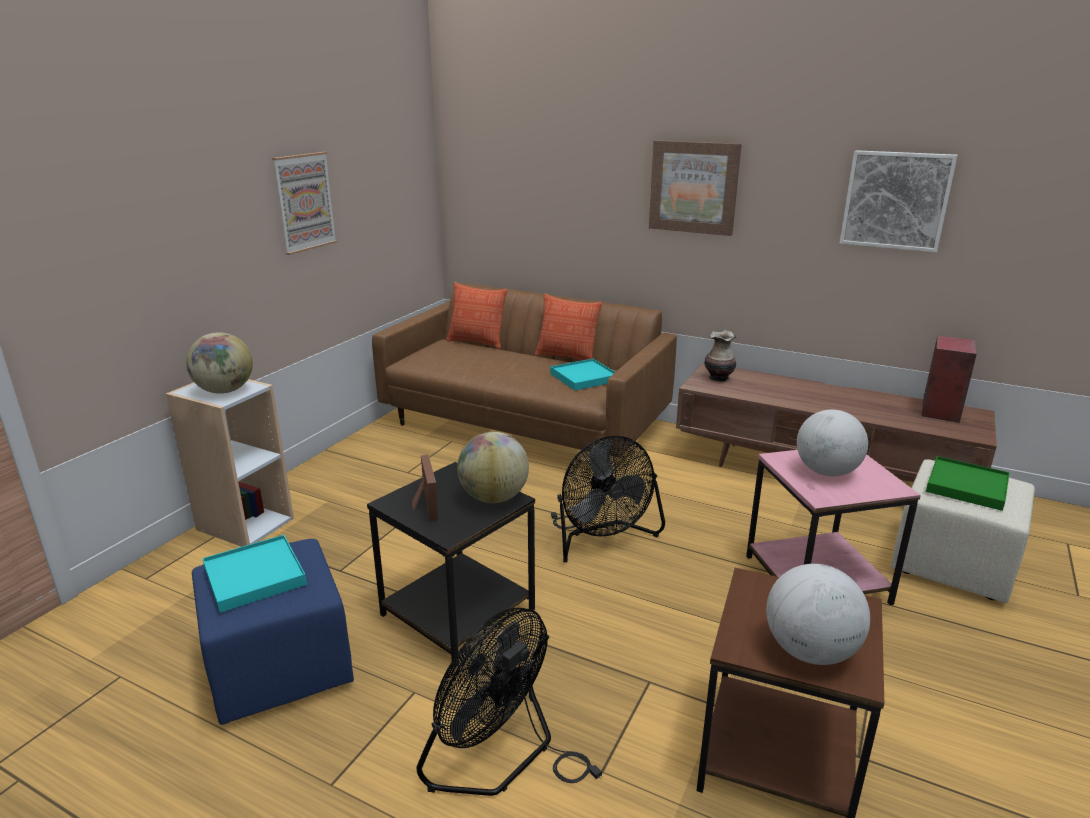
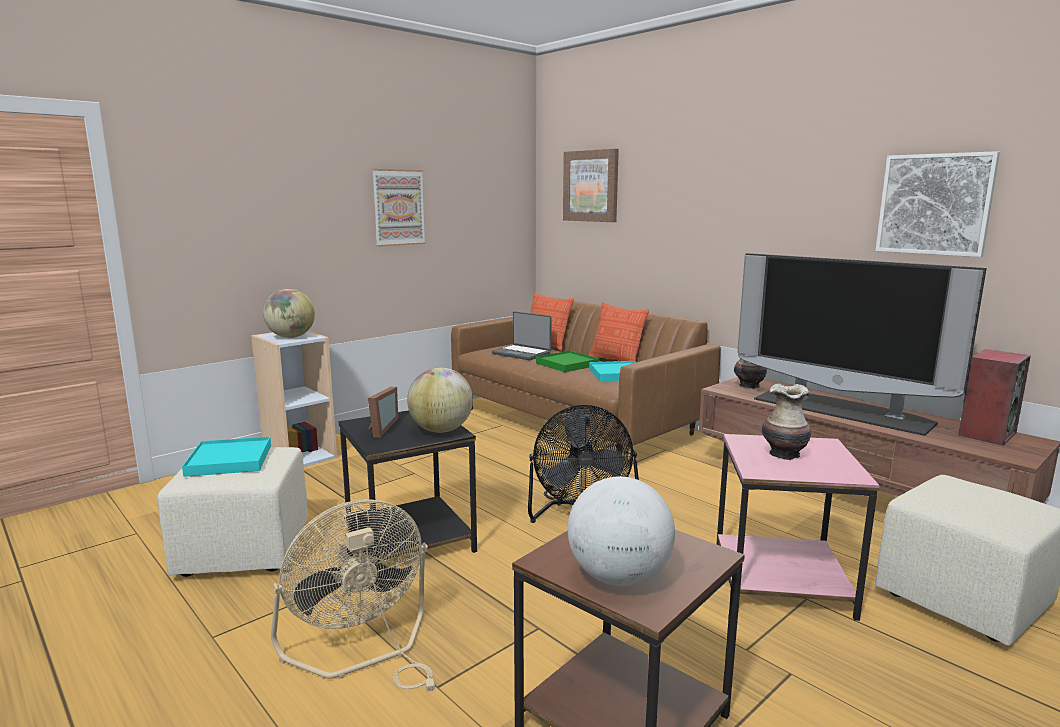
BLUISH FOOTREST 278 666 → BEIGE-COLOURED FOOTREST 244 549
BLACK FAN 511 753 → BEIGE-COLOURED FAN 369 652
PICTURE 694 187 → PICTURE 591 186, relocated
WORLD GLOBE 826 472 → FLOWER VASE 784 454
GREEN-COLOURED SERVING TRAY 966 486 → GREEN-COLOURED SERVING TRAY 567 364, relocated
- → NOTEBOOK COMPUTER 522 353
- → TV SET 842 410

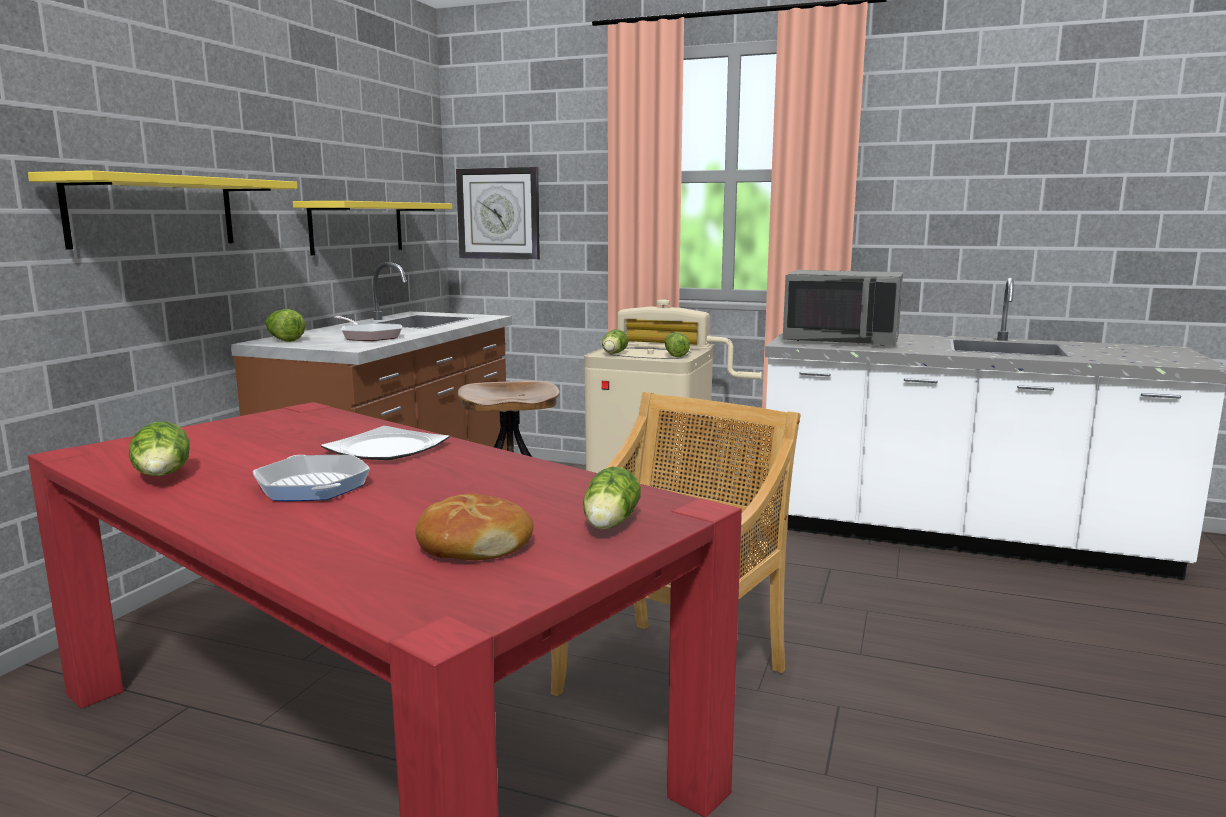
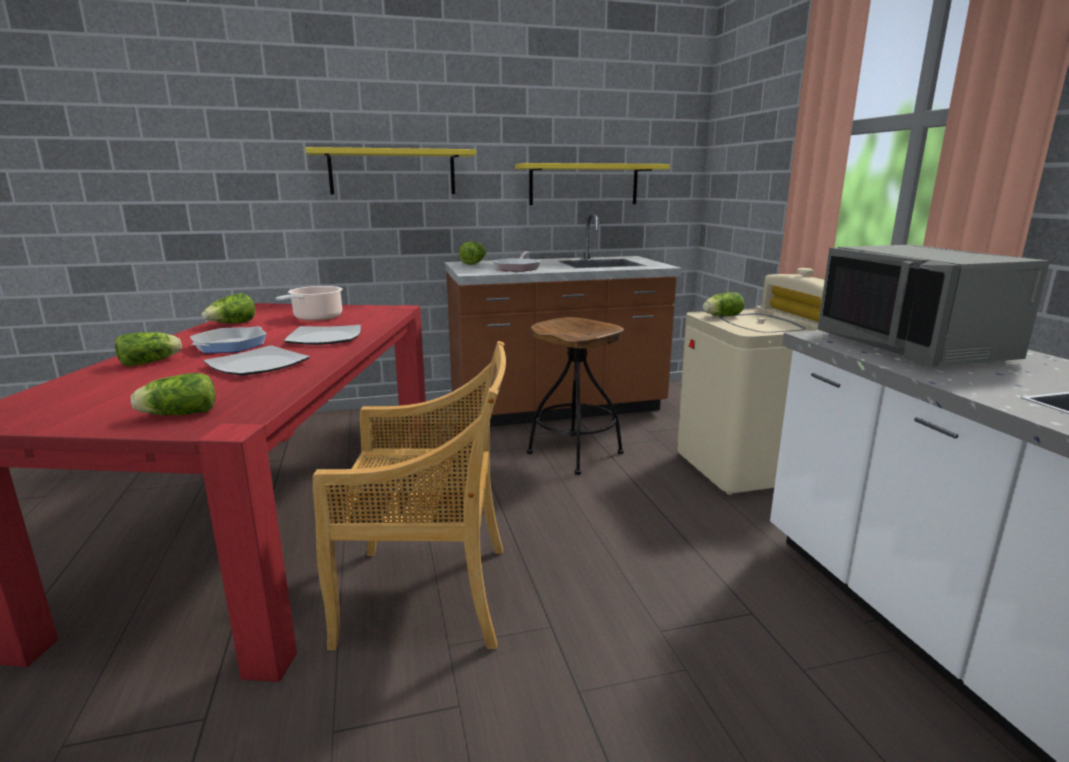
BREAD 473 545 → -
WALL CLOCK 499 213 → -
LETTUCE 675 354 → LETTUCE 152 362, relocated
- → FLAT DISH 259 365
- → COOKING POT 316 318

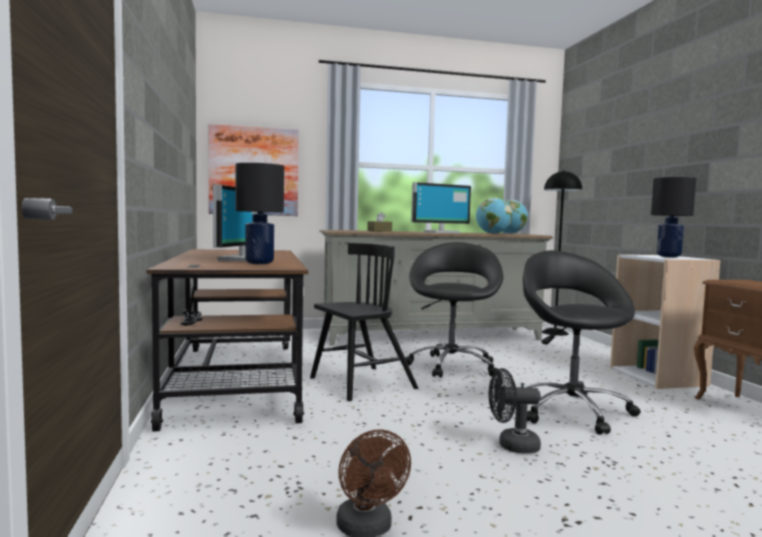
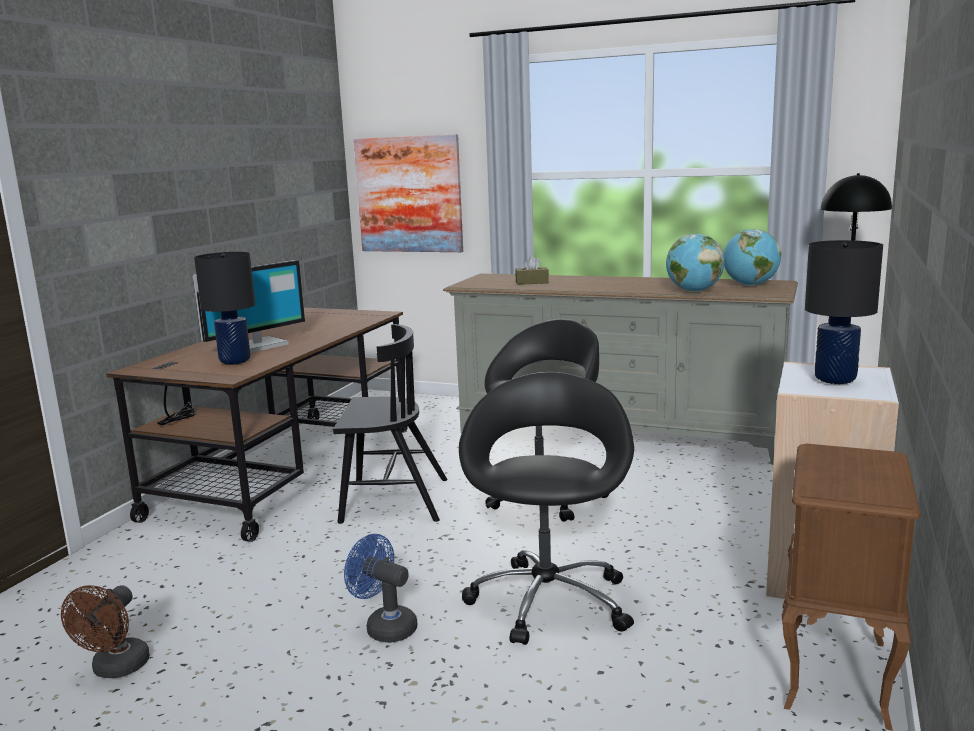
COMPUTER SCREEN 440 232 → -
BLACK FAN 512 446 → BLUISH FAN 385 627

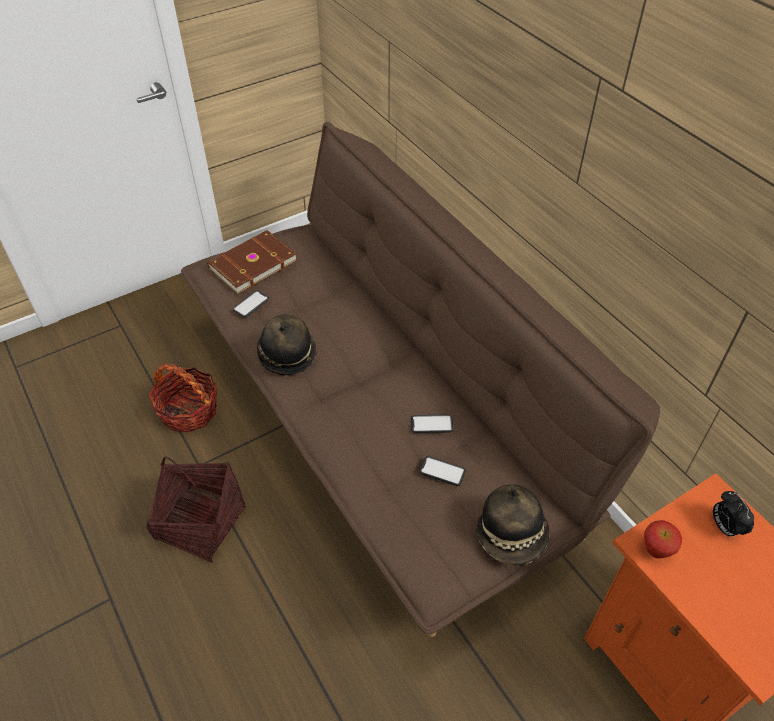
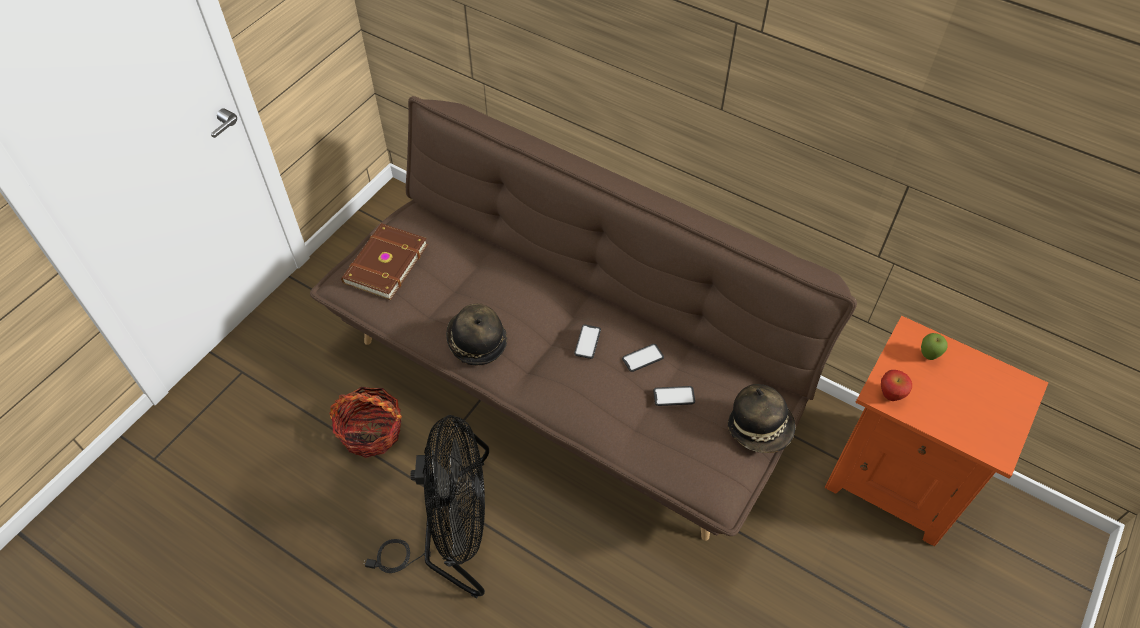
STORAGE BASKET 200 523 → BLACK FAN 449 532
PHONE 251 304 → PHONE 587 342, relocated
TABLE CLOCK 724 527 → WHOLE APPLE 927 356

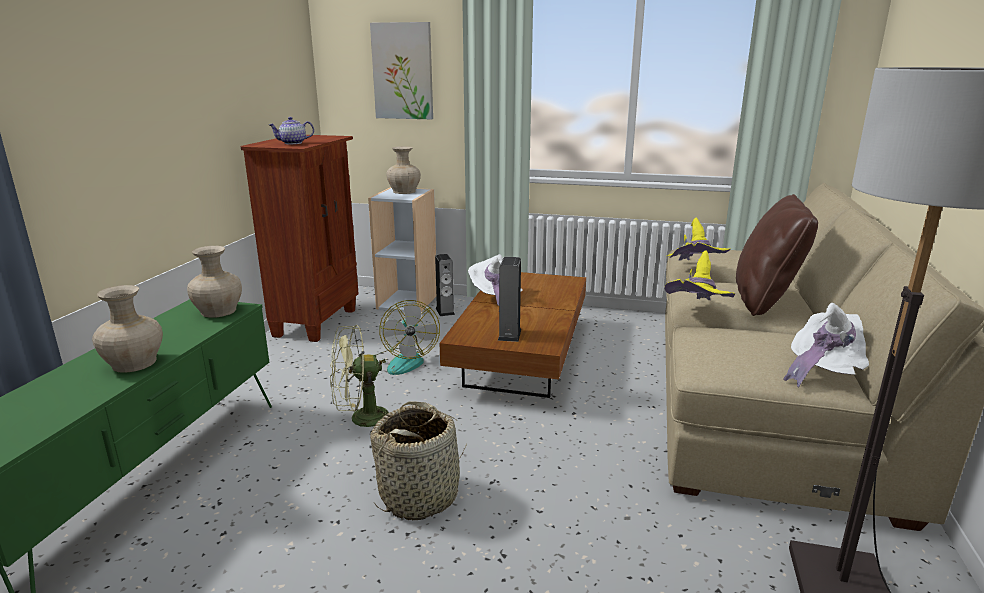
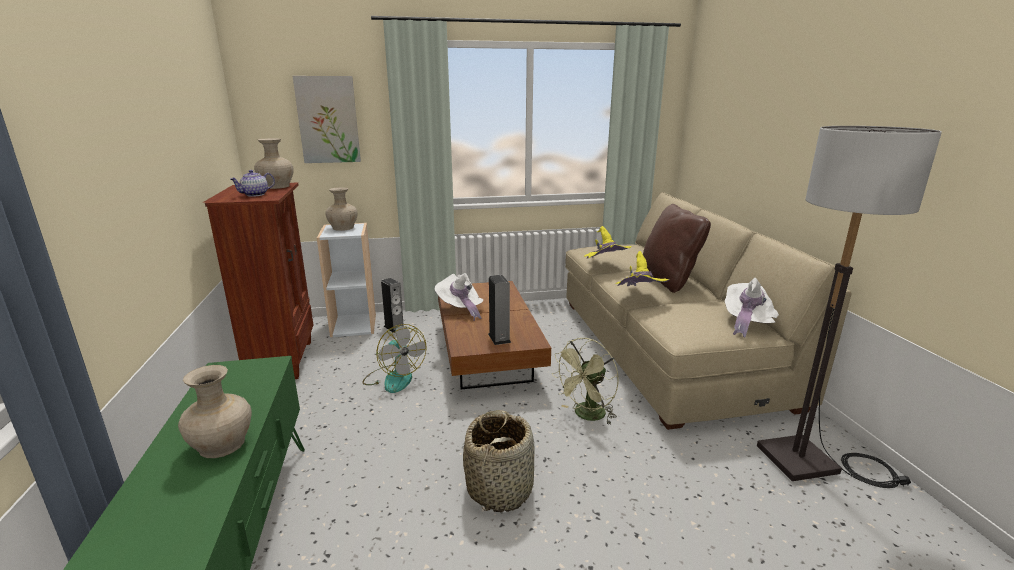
BEIGE-COLOURED FLOWER VASE 218 311 → BEIGE-COLOURED FLOWER VASE 276 186, relocated
GREEN-COLOURED FAN 361 420 → GREEN-COLOURED FAN 586 416, relocated

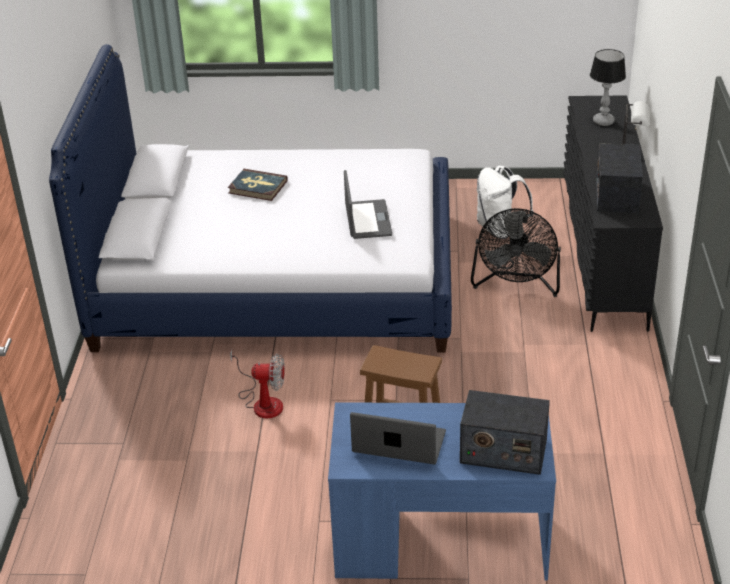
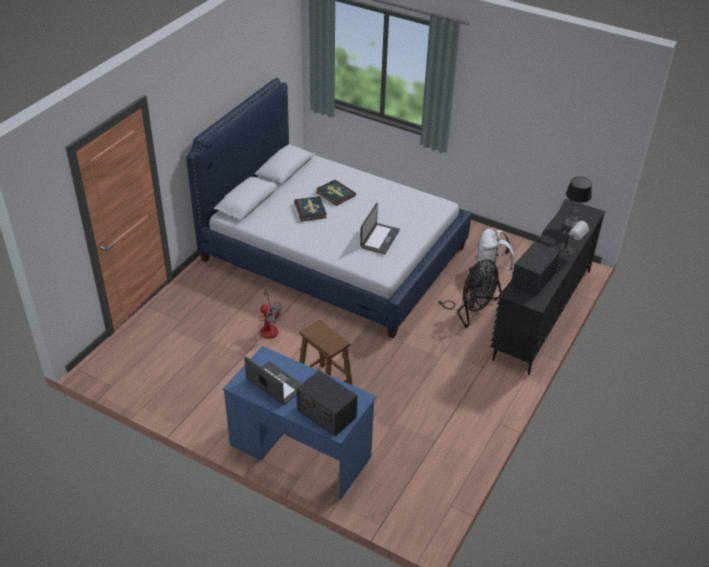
BLACK FAN 513 282 → BLACK FAN 470 309, 90 degrees counterclockwise
- → BOUND BOOK 310 210

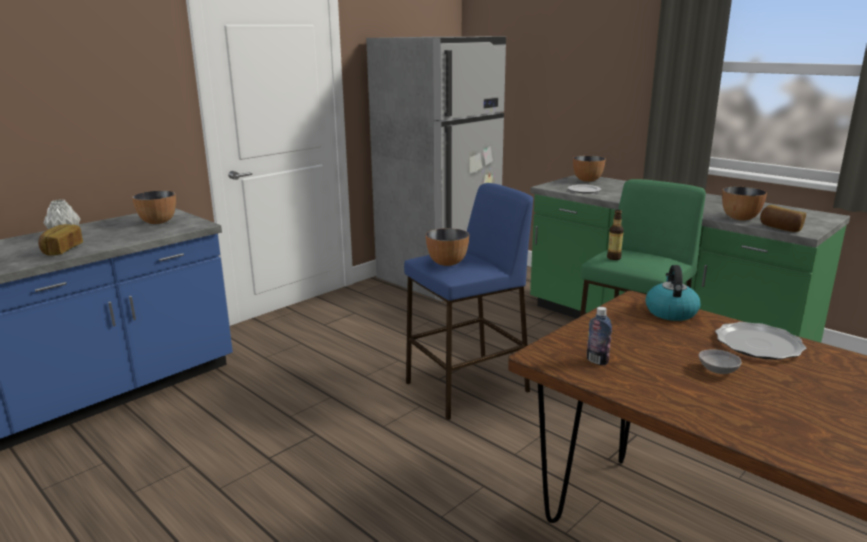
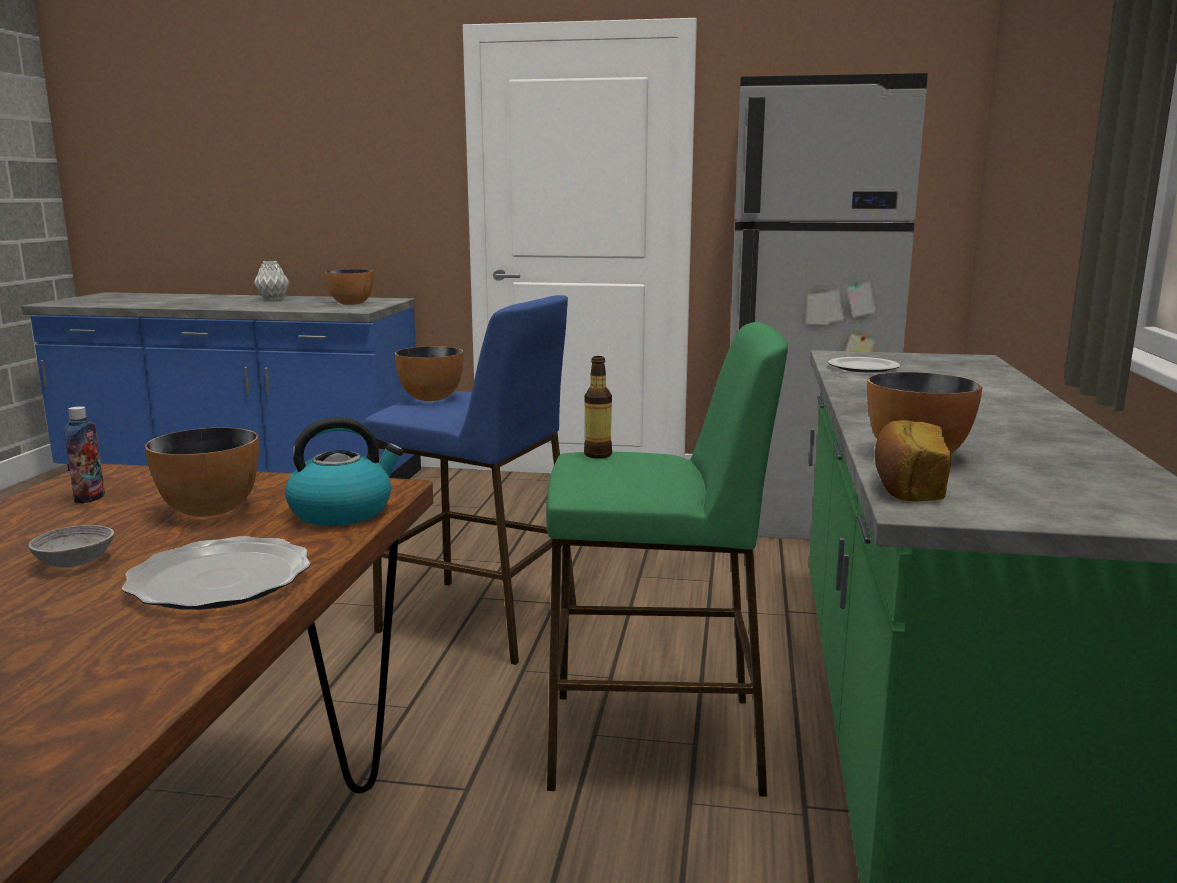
BREAD 61 250 → -
DEEP DISH 587 180 → DEEP DISH 210 510, relocated

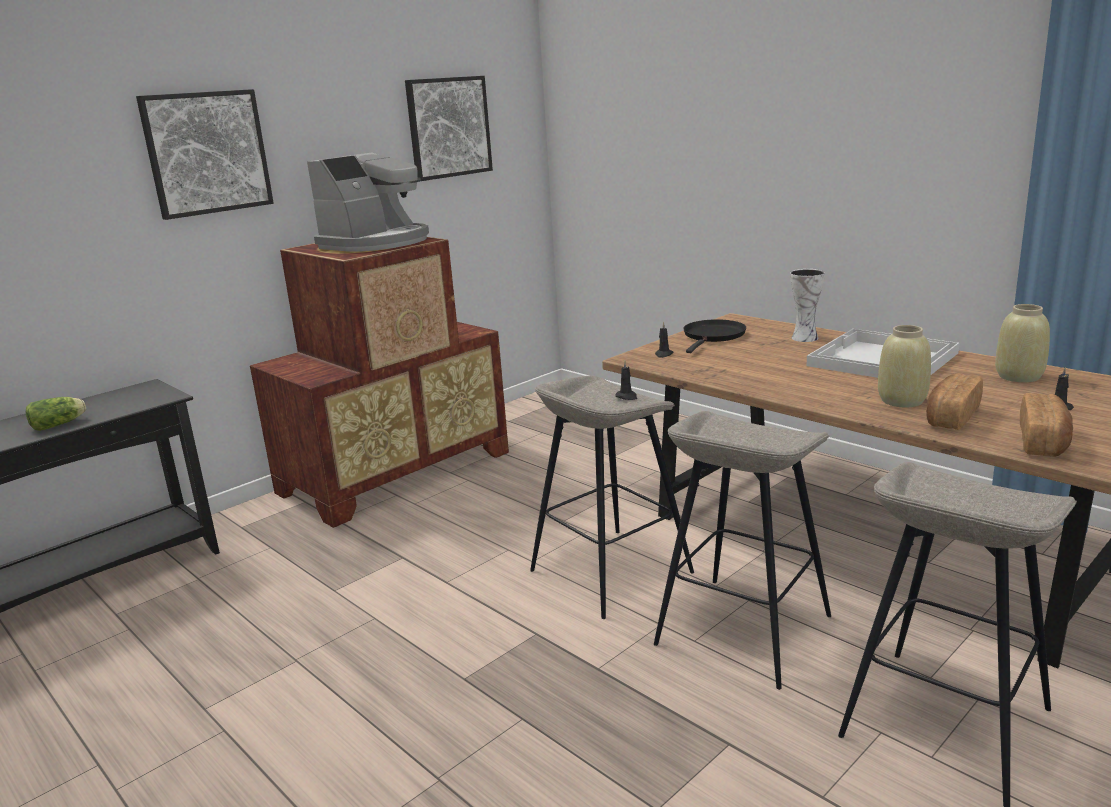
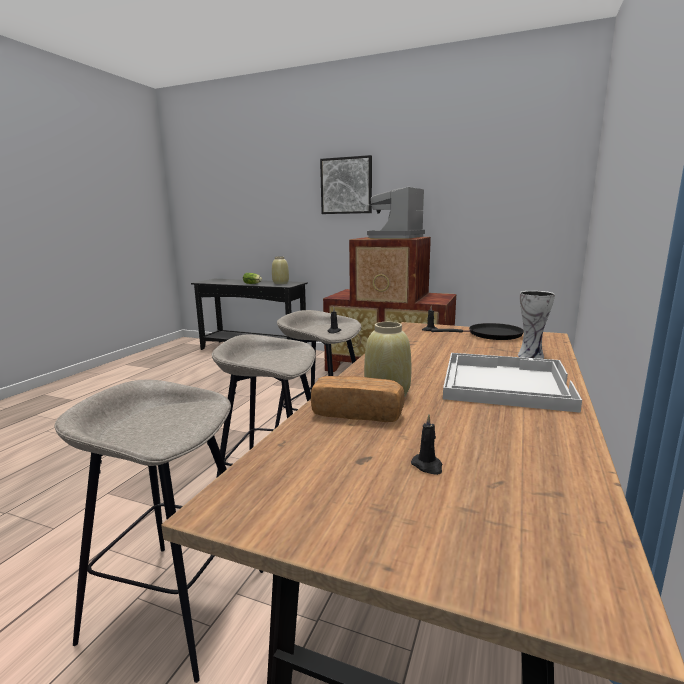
COFFEE BREWER 376 243 → COFFEE BREWER 395 237, 105 degrees clockwise
PICTURE 448 127 → -
BEIGE-COLOURED FLOWER VASE 1019 377 → BEIGE-COLOURED FLOWER VASE 280 283, relocated
BREAD 1043 441 → -

